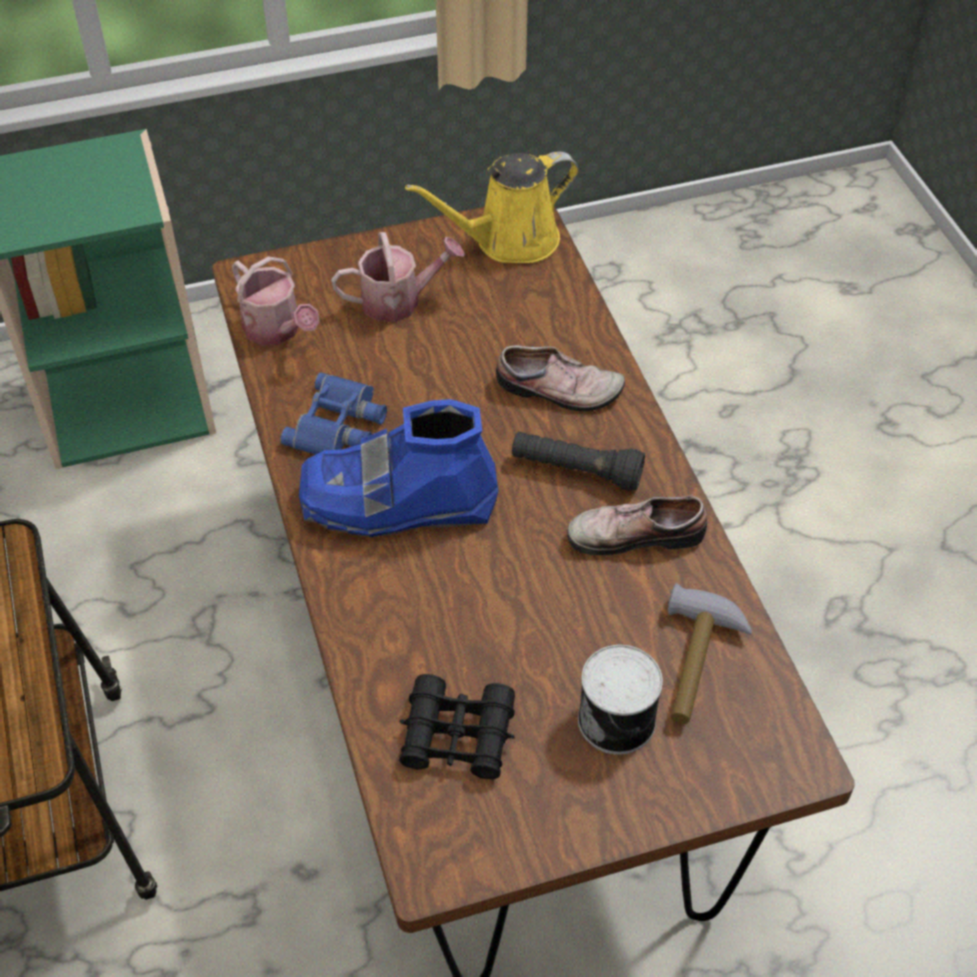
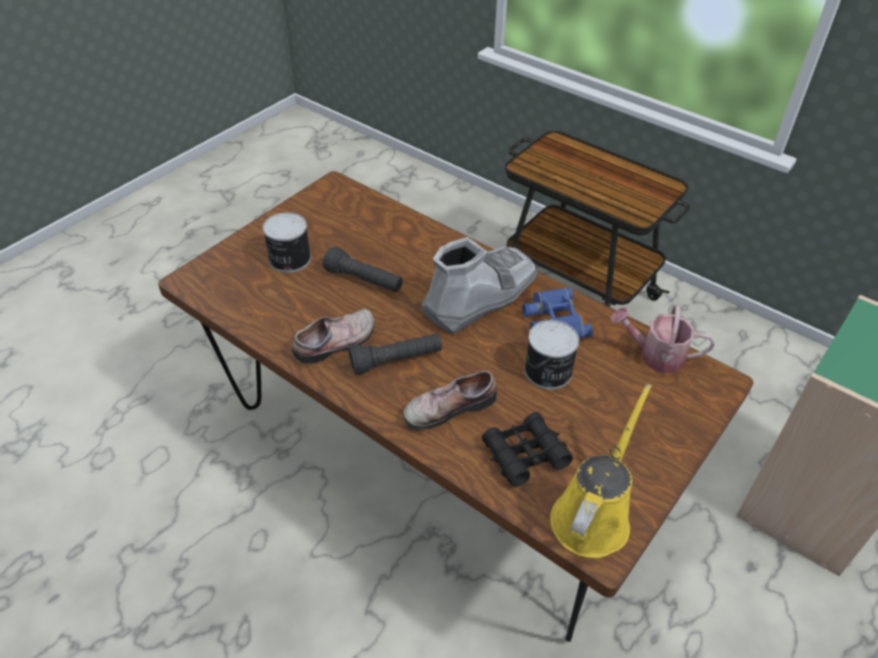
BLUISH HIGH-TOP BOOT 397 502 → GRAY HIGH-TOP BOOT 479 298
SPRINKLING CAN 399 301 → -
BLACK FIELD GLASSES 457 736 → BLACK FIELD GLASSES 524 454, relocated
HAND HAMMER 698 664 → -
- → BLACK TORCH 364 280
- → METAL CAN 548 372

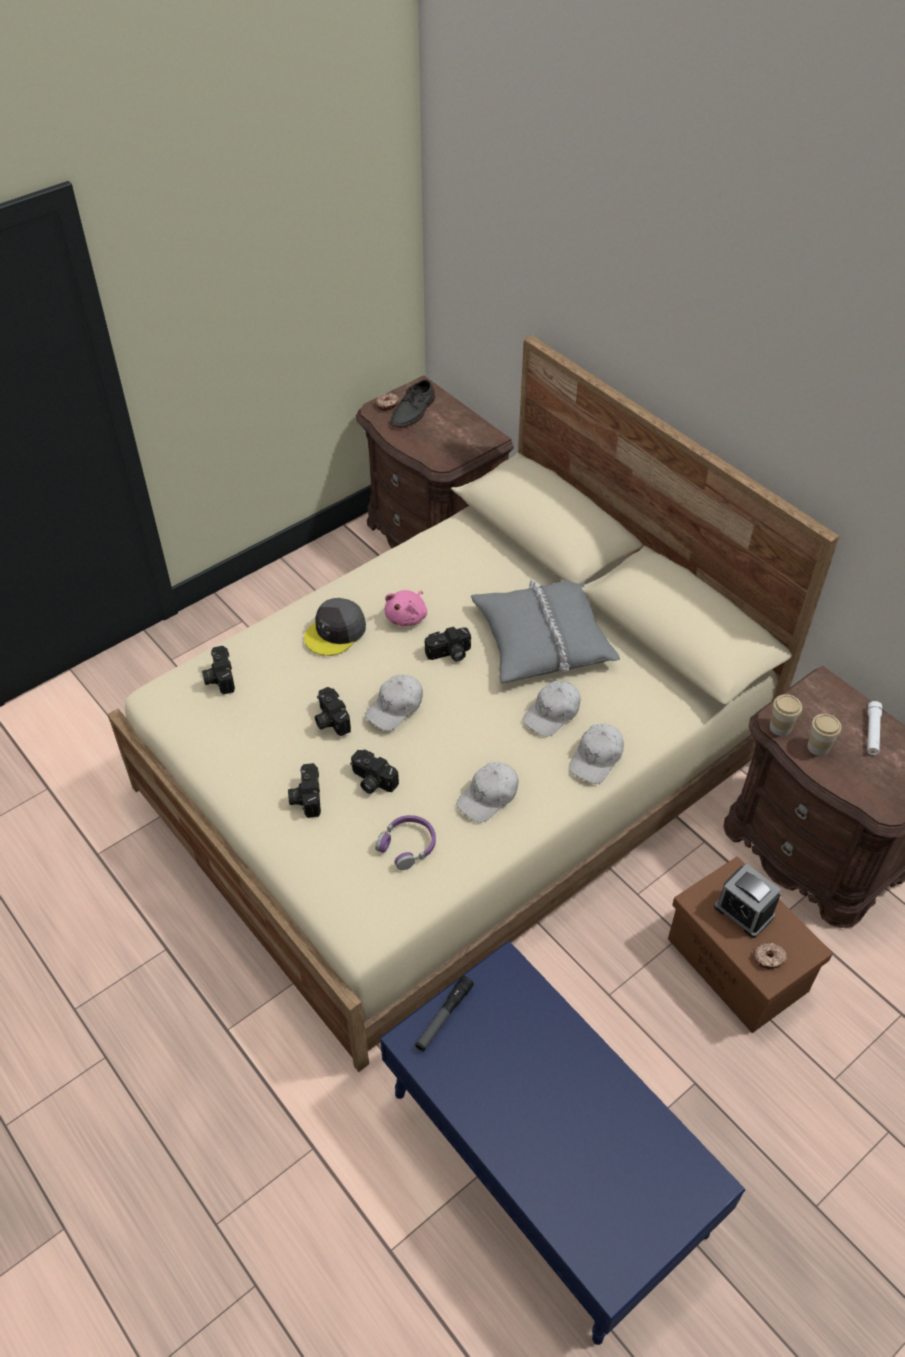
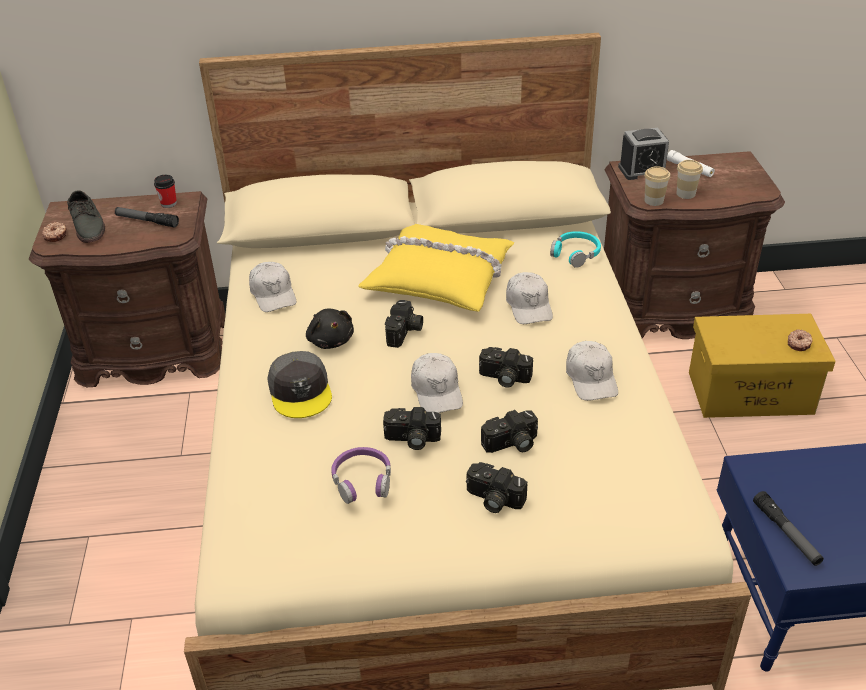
STILL CAMERA 218 677 → STILL CAMERA 504 378, relocated
PURPLE-COLOURED HEADPHONES 407 845 → PURPLE-COLOURED HEADPHONES 362 480, relocated
PINK SOFT TOY 407 617 → BLACK SOFT TOY 330 340
GRAY PILLOW 543 639 → YELLOW PILLOW 440 277
WHITE PEAKED CAP 596 758 → WHITE PEAKED CAP 273 294, relocated
BROWNISH STORAGE BOX 738 965 → YELLOW STORAGE BOX 751 392
TABLE CLOCK 744 911 → TABLE CLOCK 642 170, relocated
- → TORCH 147 221
- → CUP 169 203
- → TURQUOISE HEADPHONES 575 253

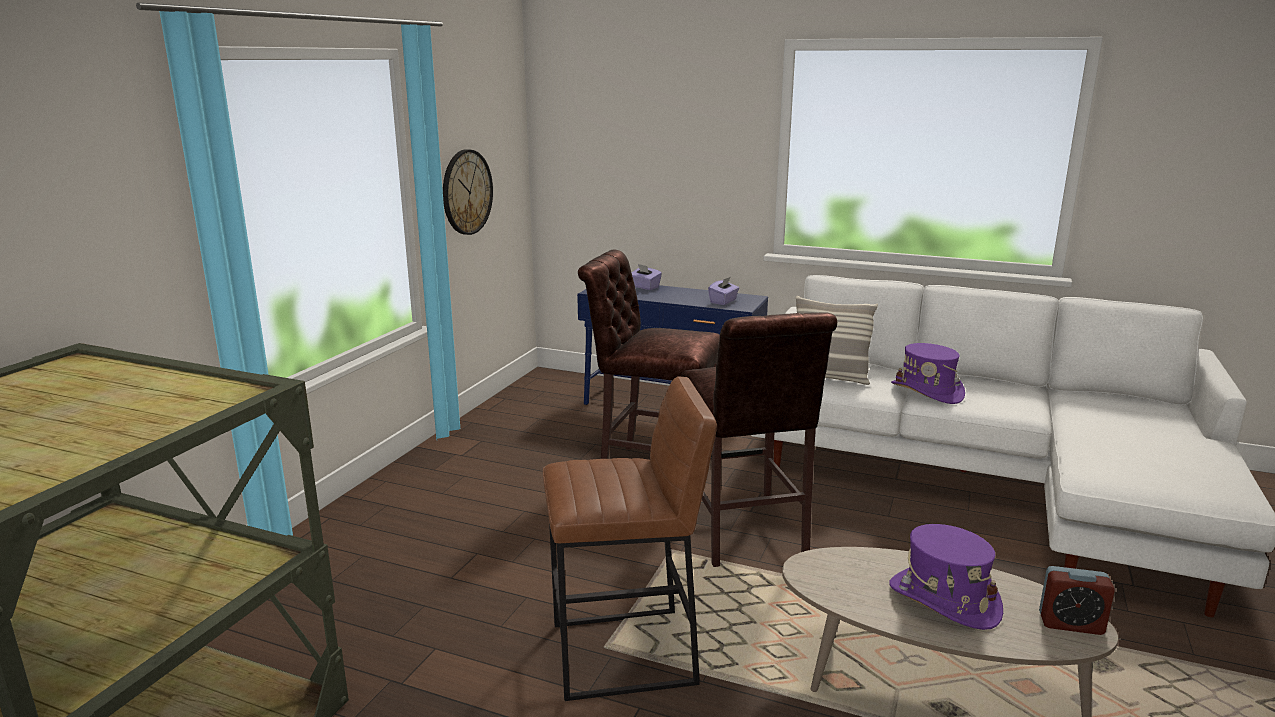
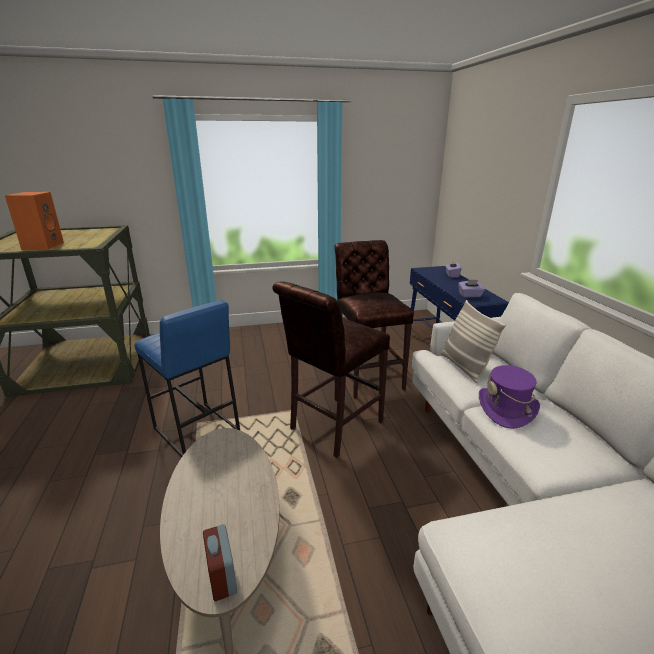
WALL CLOCK 466 192 → -
BROWNISH STOOL SEAT 626 653 → BLUISH STOOL SEAT 197 430
PURPLE-COLOURED HAT 943 600 → -
- → ORANGEY LOUDSPEAKER 43 246

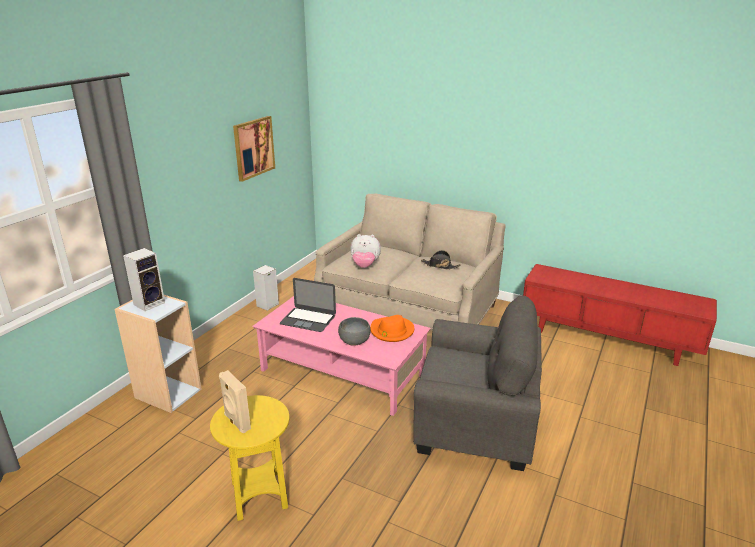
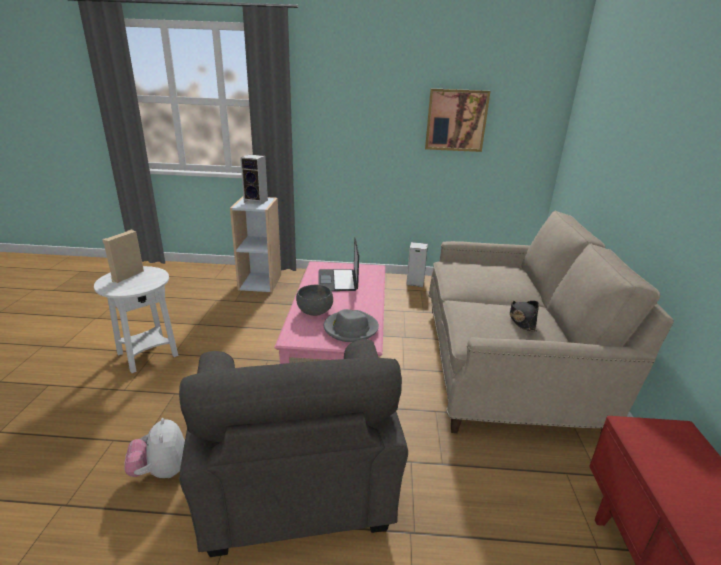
YELLOW SIDE TABLE 259 495 → WHITE SIDE TABLE 148 355
SOFT TOY 365 266 → SOFT TOY 161 471, relocated
ORANGEY HAT 391 331 → GRAY HAT 350 328

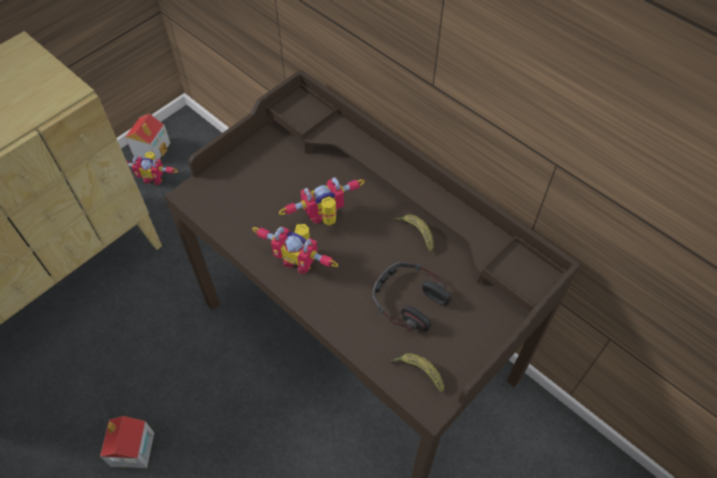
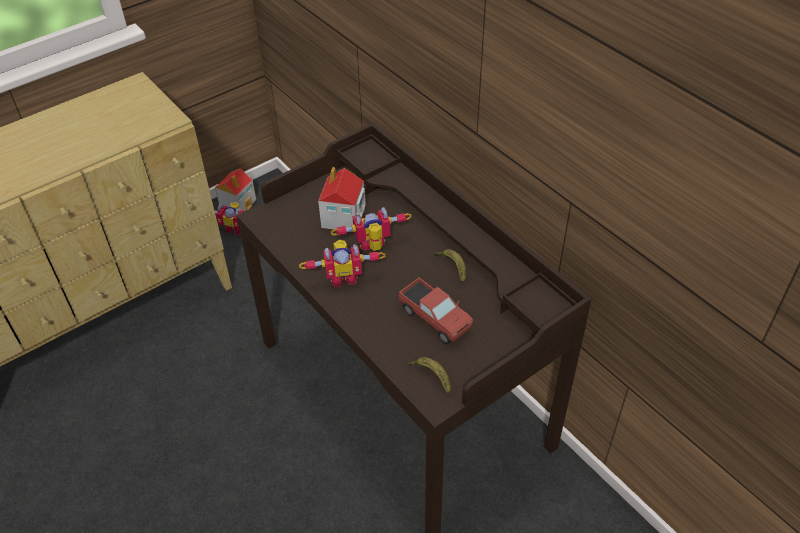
TOY HOUSE 133 450 → TOY HOUSE 343 218, relocated
MODEL ROBOT 299 260 → MODEL ROBOT 343 277, 45 degrees counterclockwise
HEADPHONES 409 301 → TOY TRUCK 434 319

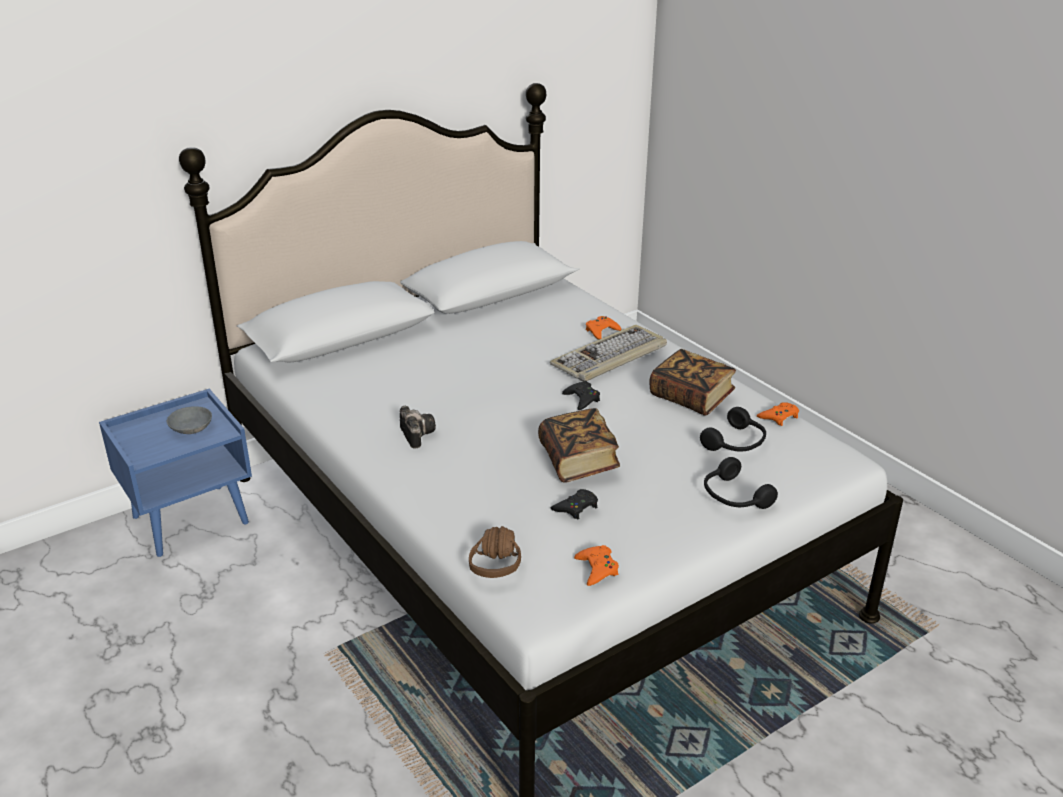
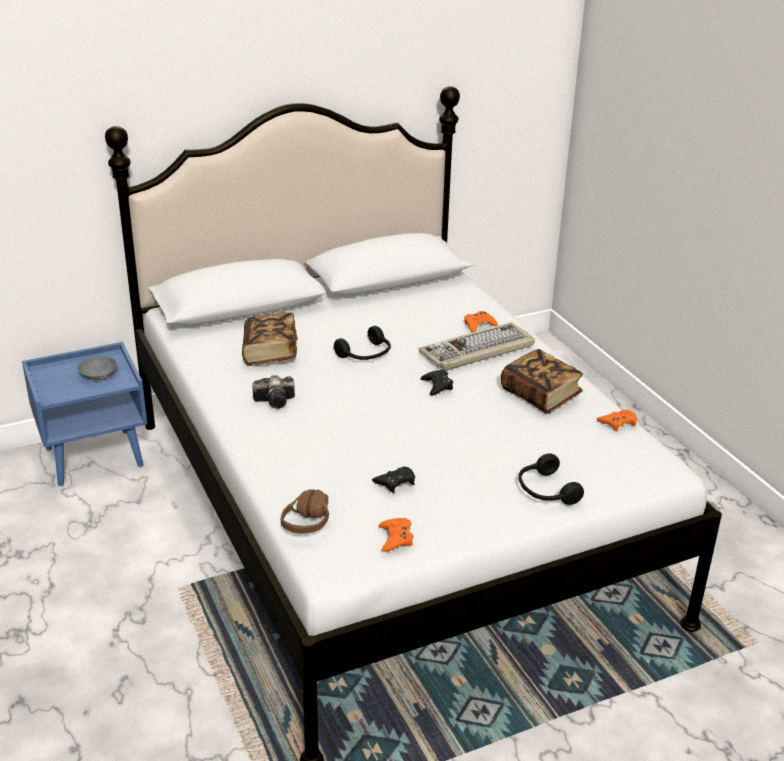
STILL CAMERA 416 434 → STILL CAMERA 277 401, 90 degrees clockwise
BOUND BOOK 578 461 → BOUND BOOK 270 352, relocated
BLACK HEADPHONES 736 443 → BLACK HEADPHONES 366 355, relocated

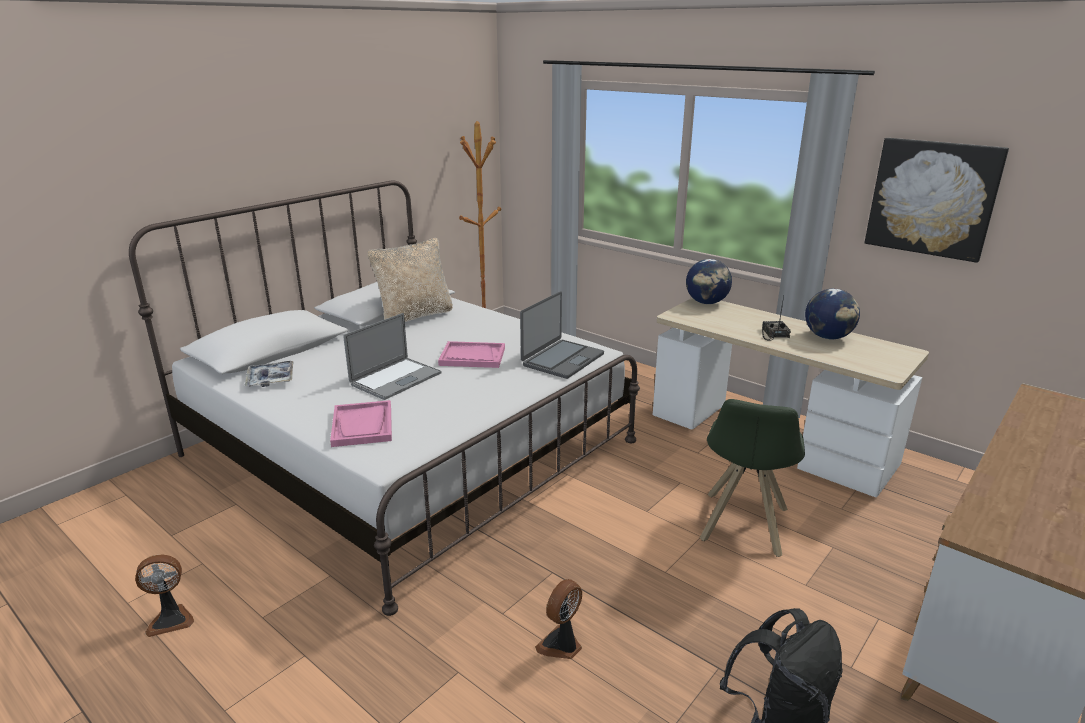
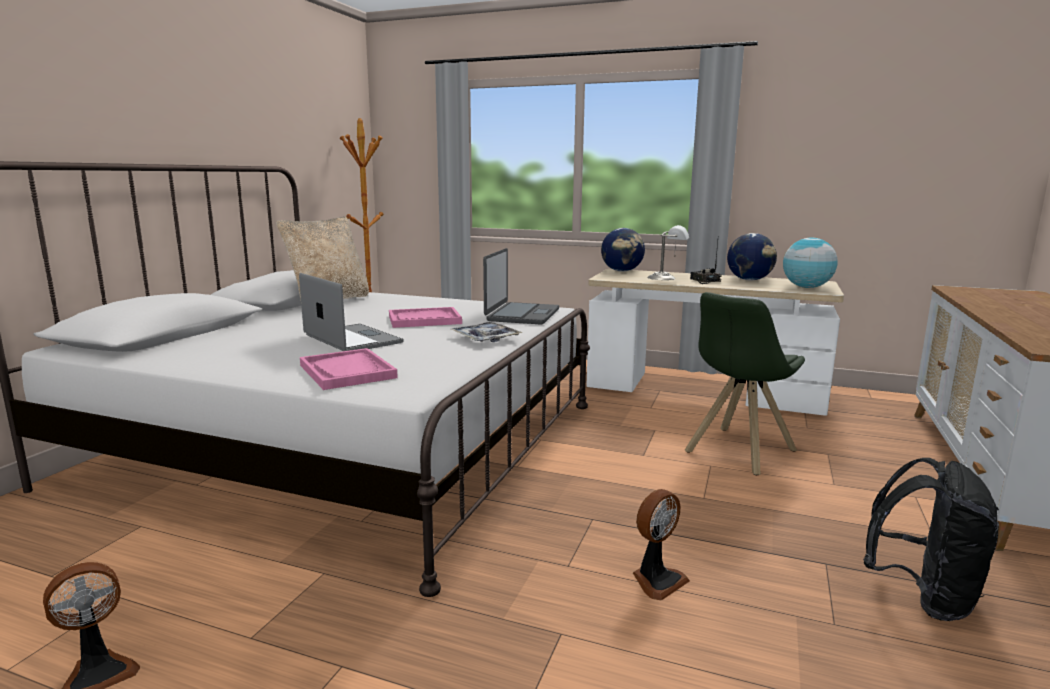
SERVING TRAY 271 379 → SERVING TRAY 485 338, relocated
NOTEBOOK COMPUTER 396 379 → NOTEBOOK COMPUTER 352 339, 60 degrees counterclockwise
FAN 561 645 → FAN 657 580, 150 degrees counterclockwise
GREEN-COLOURED UPRIGHT CHAIR 743 524 → GREEN-COLOURED UPRIGHT CHAIR 738 451, 45 degrees clockwise
PICTURE 932 198 → -
- → WHITE TABLETOP LAMP 667 278
- → WORLD GLOBE 807 287

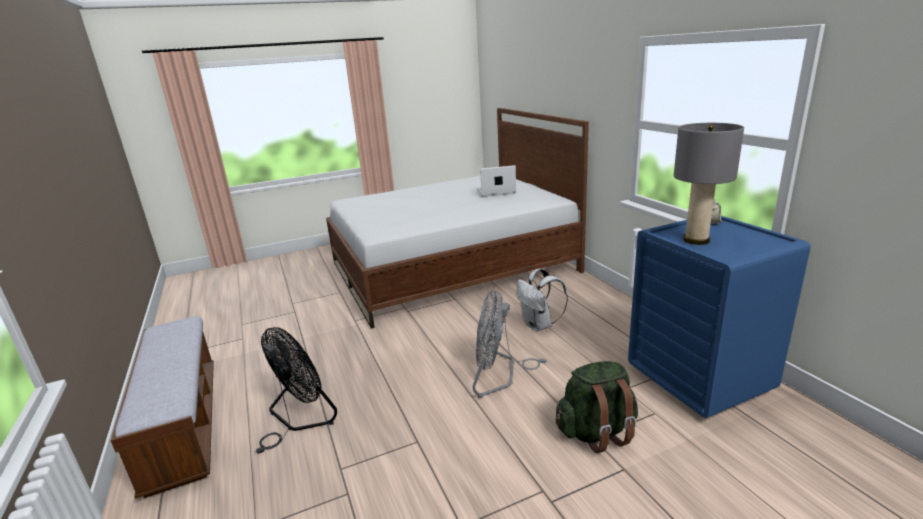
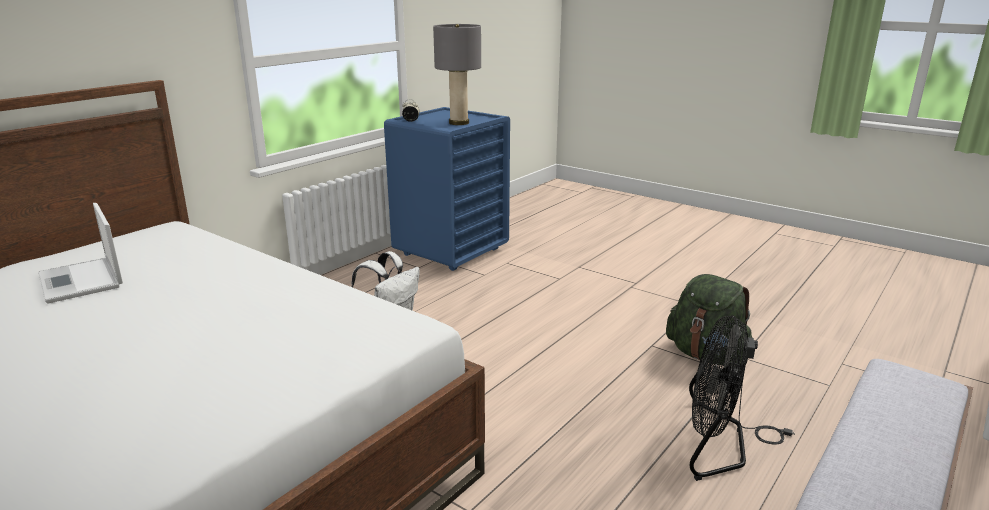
GRAY FAN 500 371 → -
GREEN-COLOURED KNAPSACK 596 432 → GREEN-COLOURED KNAPSACK 707 355, relocated

